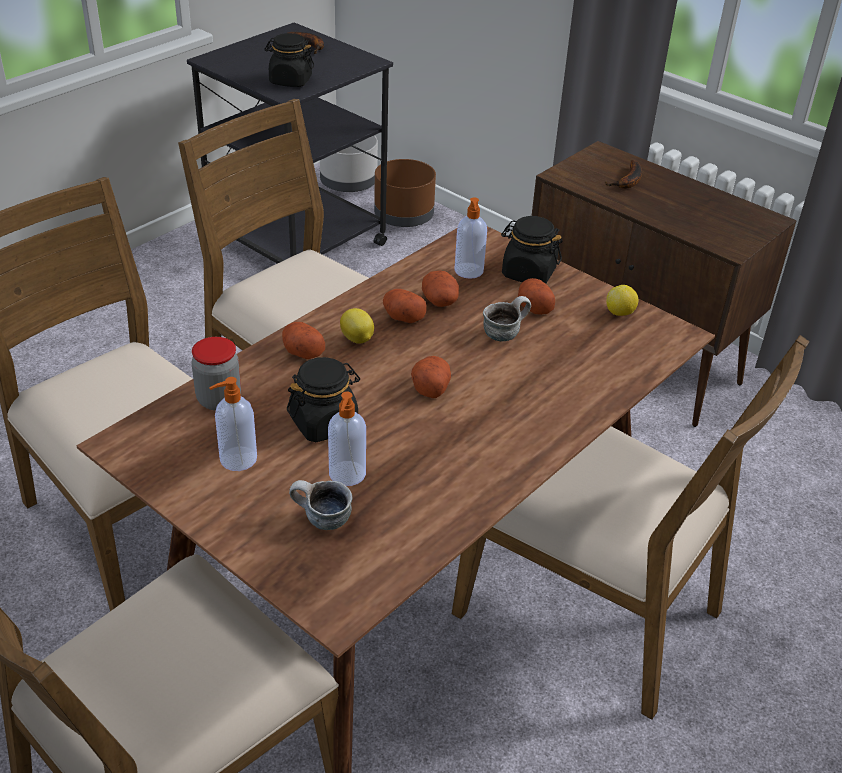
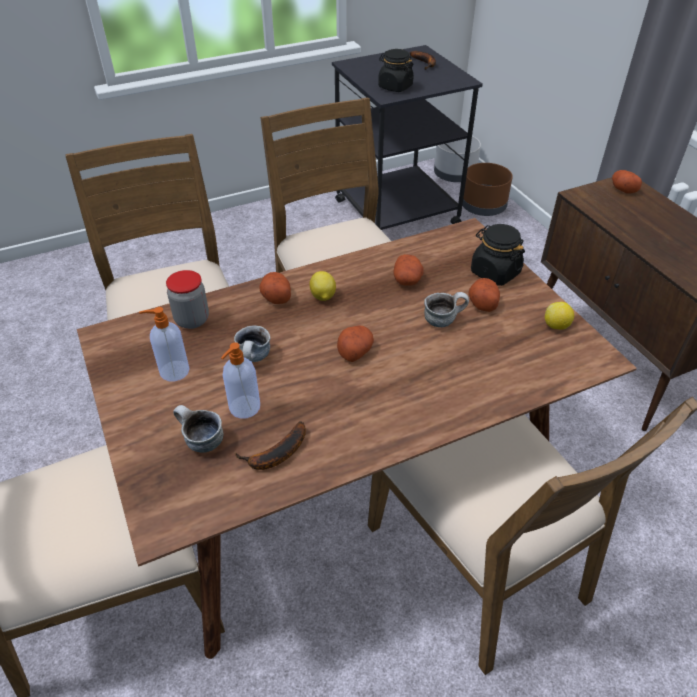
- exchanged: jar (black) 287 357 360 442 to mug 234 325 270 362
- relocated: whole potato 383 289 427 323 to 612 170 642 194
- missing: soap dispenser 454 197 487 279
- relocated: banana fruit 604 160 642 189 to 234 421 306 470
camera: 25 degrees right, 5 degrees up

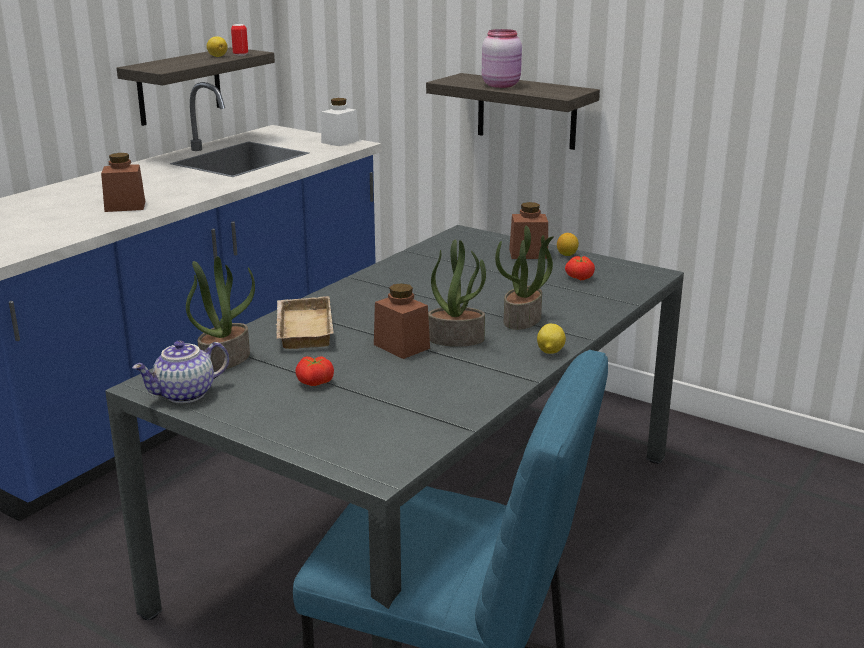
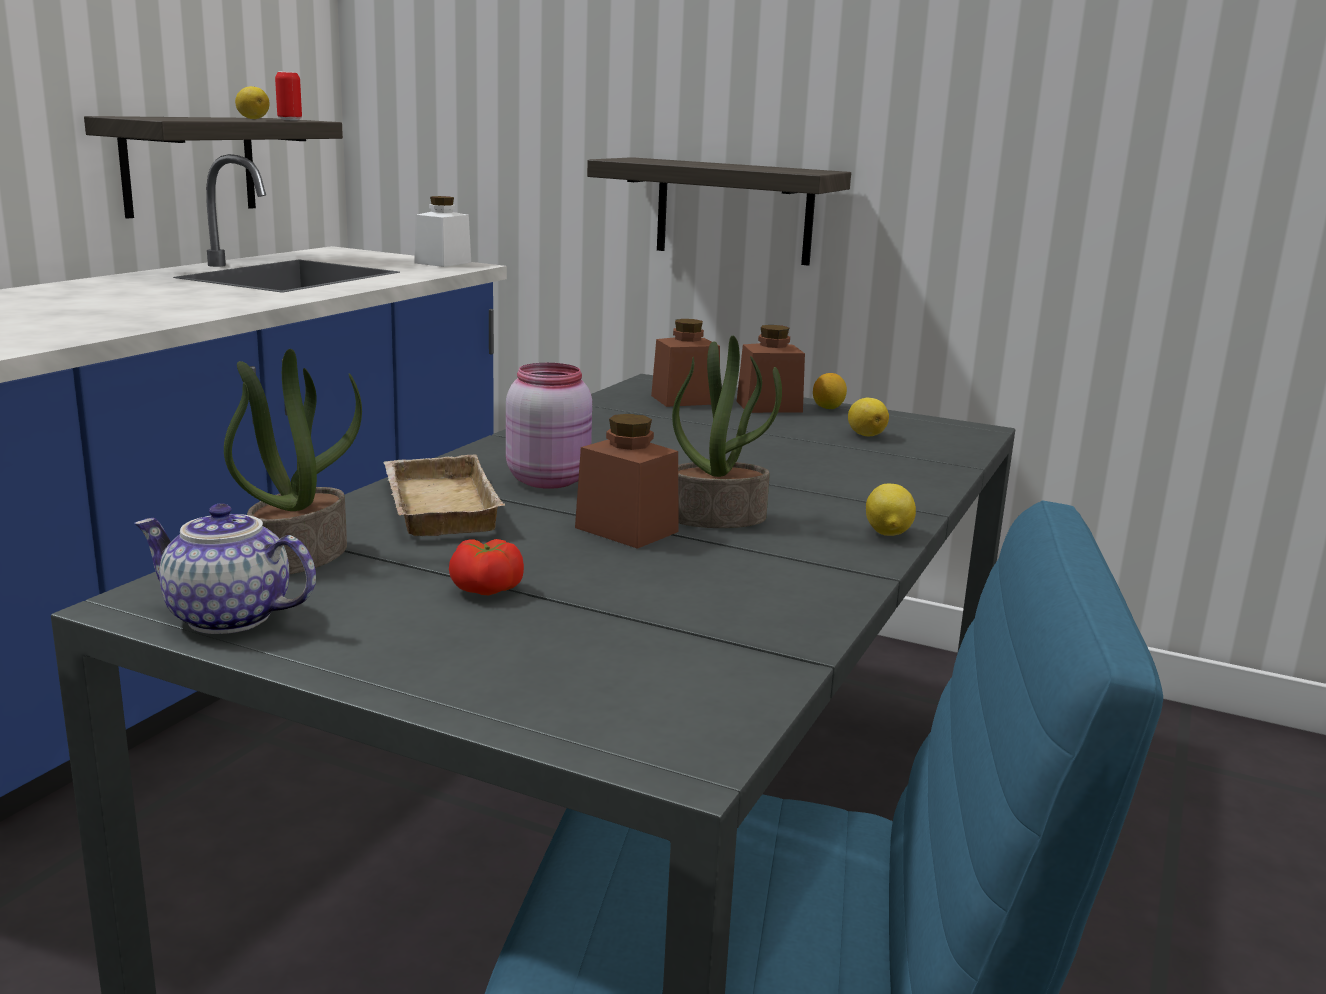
- relocated: jar (brownish) 101 153 145 212 to 651 319 720 407
- spun: teapot 132 341 229 403 = 134 503 316 634 60 degrees clockwise
- relocated: jar (pink) 482 29 522 88 to 506 363 592 489
- missing: plant in a pot 495 226 554 330
- exchanged: fresh tomato 565 256 595 280 to citrus fruit 848 398 889 436
camera: 10 degrees left, 5 degrees down

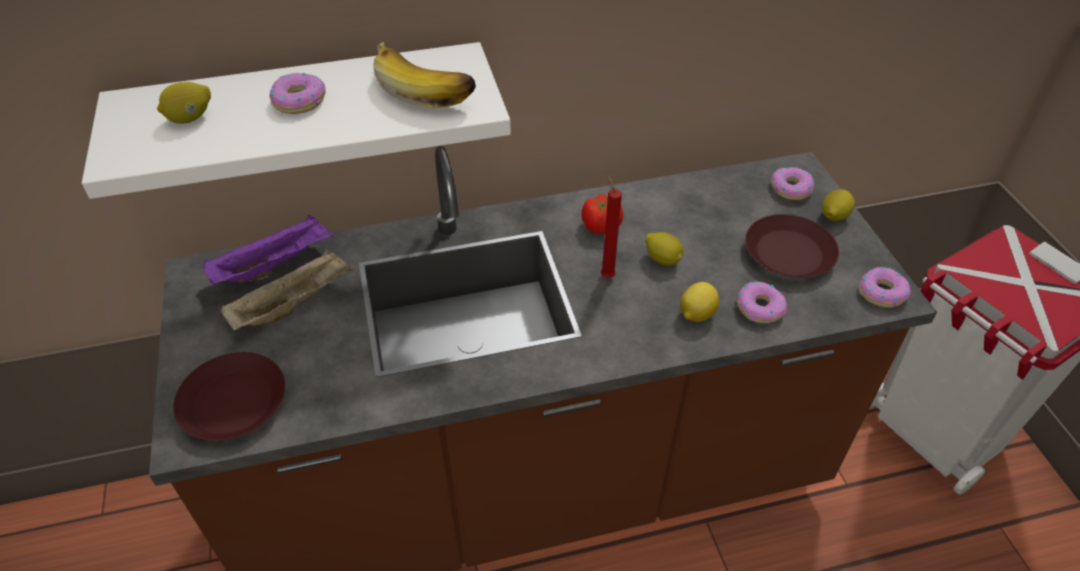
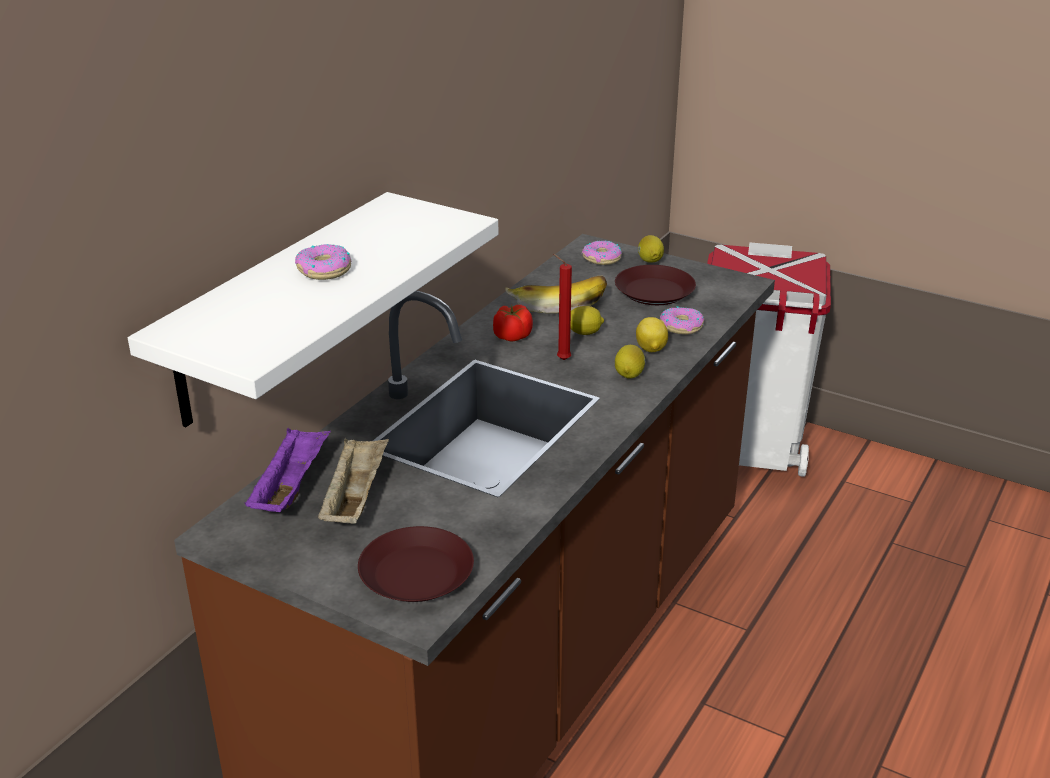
- relocated: citrus fruit 157 82 211 124 to 615 345 645 379
- relocated: banana fruit 373 42 476 108 to 505 276 607 313
- missing: doughnut 859 267 911 308
camera: 45 degrees left, 15 degrees down

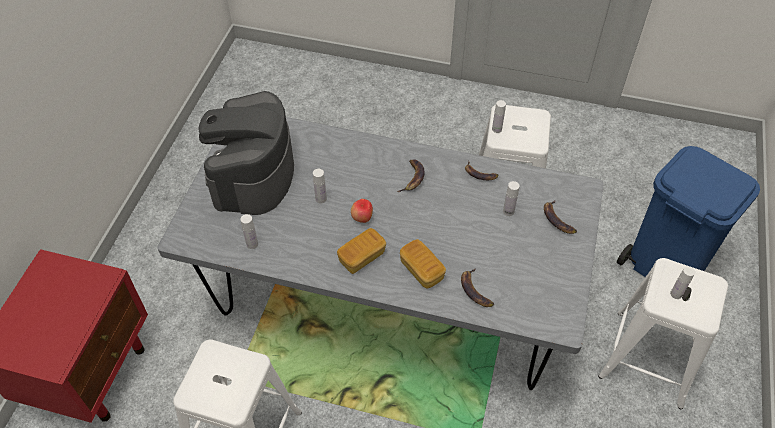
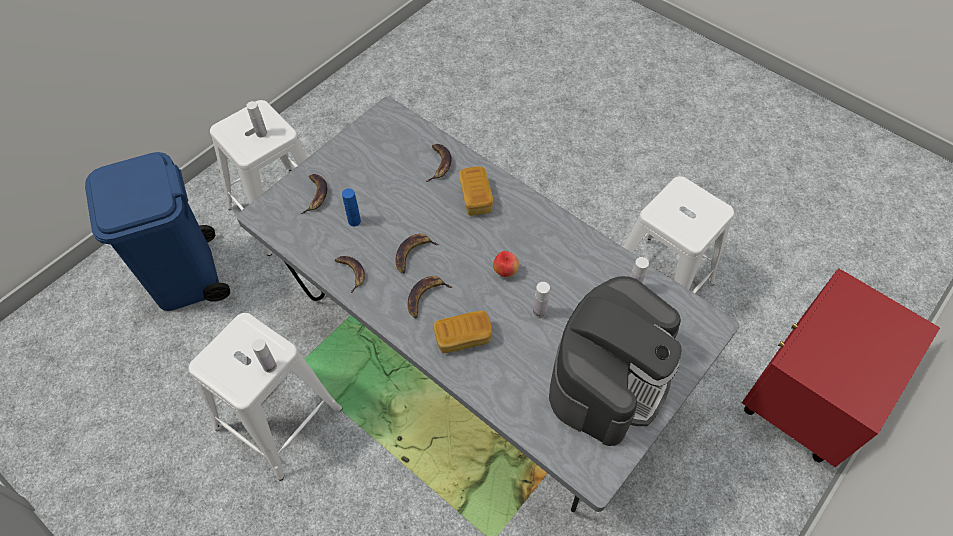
- relocated: bakery bread 337 228 386 274 to 434 311 492 353
- colour: bottle (whitish) 503 181 520 216 to bottle (blue-coloured) 342 188 361 226
- appeared: banana fruit 396 234 440 274
camera: 155 degrees left, 5 degrees up

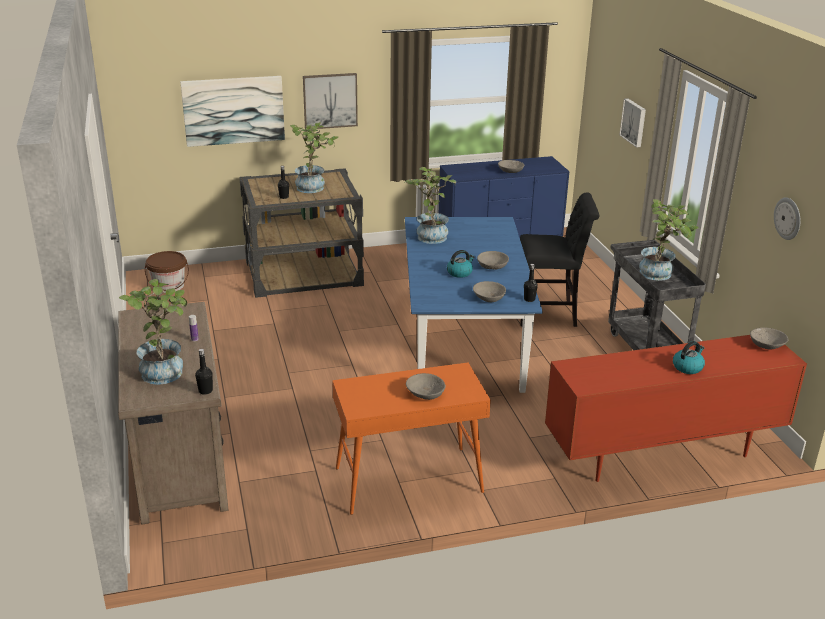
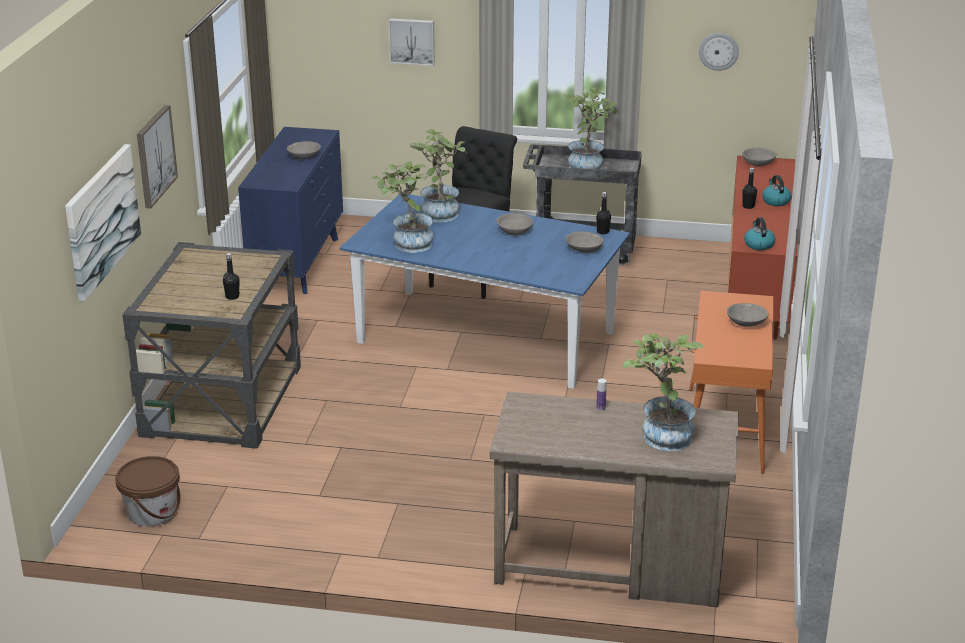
- relocated: bottle (black) 195 349 213 395 to 743 167 757 209
- relocated: plant in a pot 290 122 338 193 to 408 129 467 222
- relocated: kettle 447 250 474 278 to 744 217 775 250
camera: 65 degrees left, 0 degrees up

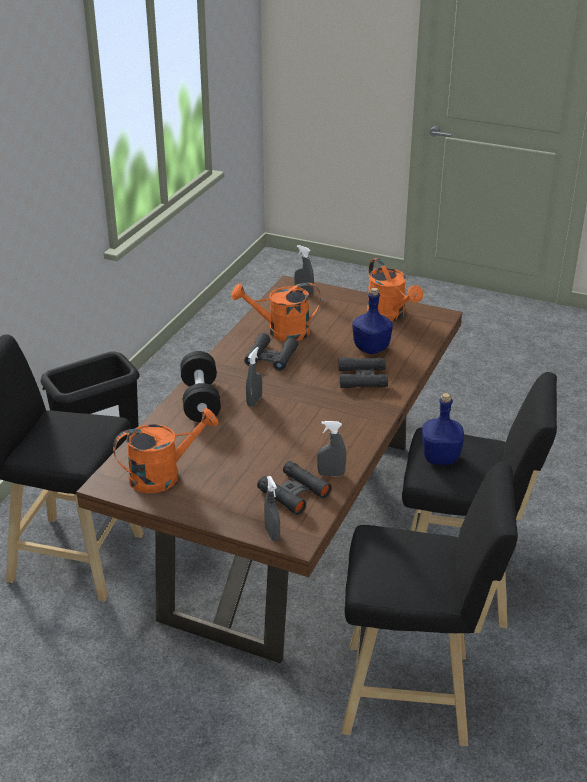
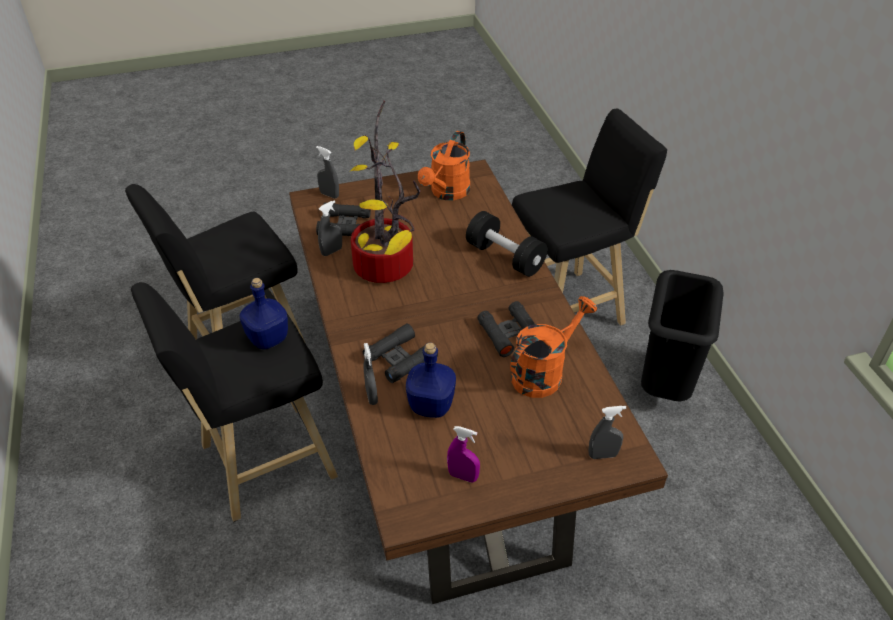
- relocated: spray bottle (grey) 246 347 262 407 to 363 343 378 405
- exchanged: watering can (orange-coloured) 367 258 423 322 to spray bottle (purple-coloured) 447 426 480 483
- appeared: plant in a pot 350 101 421 283
camera: 140 degrees right, 10 degrees up

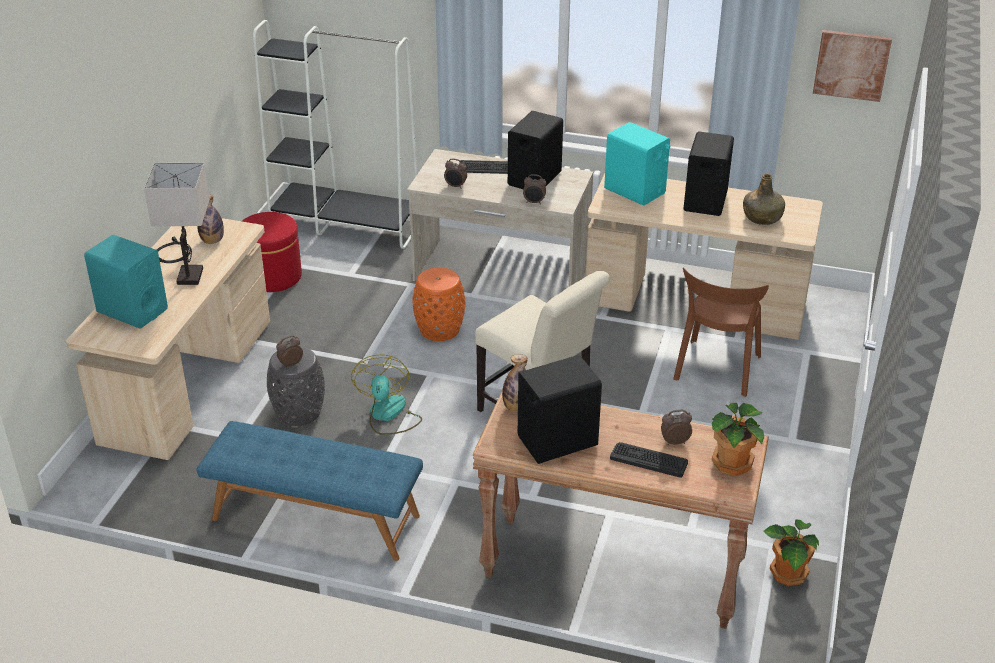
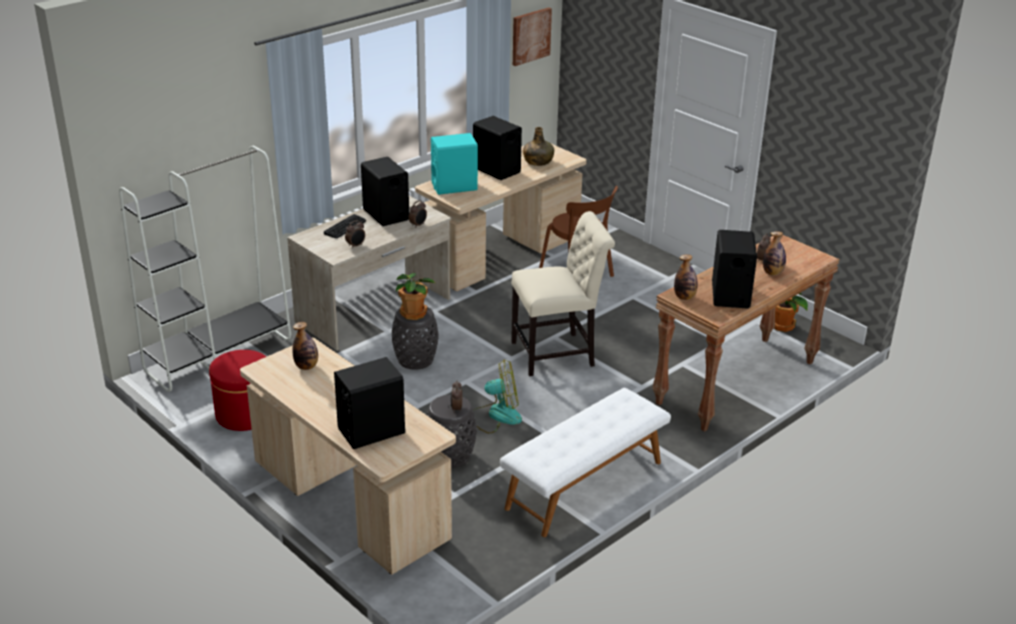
- colour: audio speaker (turquoise) 84 235 168 329 to audio speaker (black) 334 357 405 449
- missing: tabletop lamp 144 163 210 285
- colour: long seat (blue-coloured) 197 421 423 561 to long seat (whitish) 500 388 671 537
- spun: fan 351 355 422 435 = 474 360 522 434 150 degrees clockwise
- colour: sitting stool (orange-coloured) 412 267 465 341 to sitting stool (grey) 392 307 438 370
- exchanged: computer keyboard 610 442 688 478 to bottle 763 231 786 275
- relocated: plant in a pot 712 403 764 476 to 396 273 436 320
camera: 60 degrees left, 5 degrees down

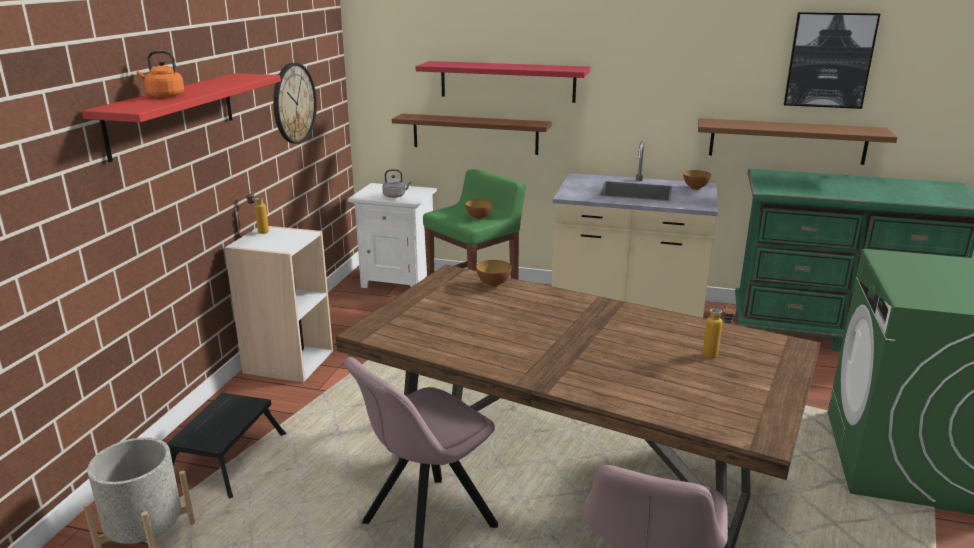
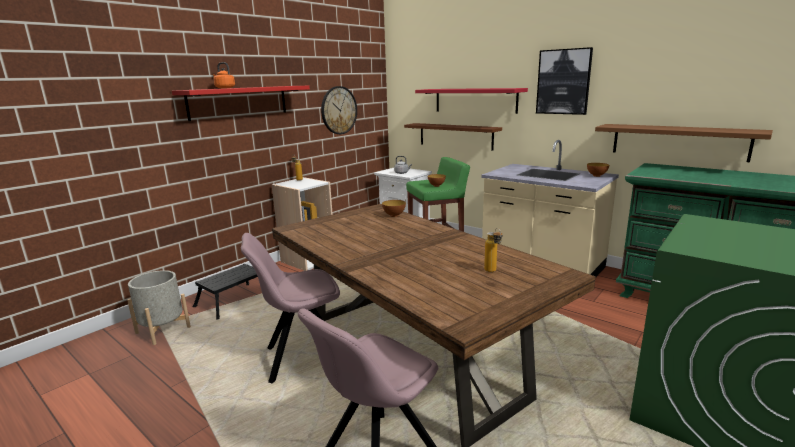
- relocated: picture 784 12 880 109 to 536 47 593 115
camera: 25 degrees right, 5 degrees down

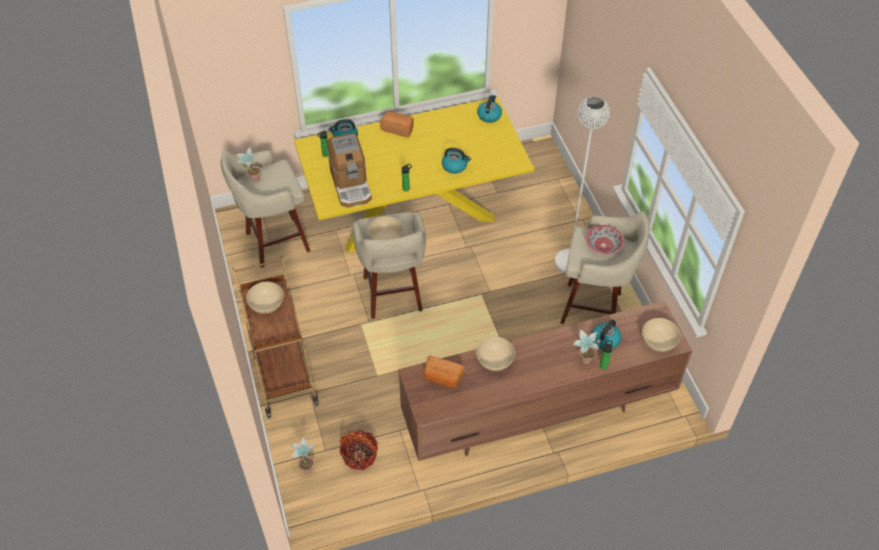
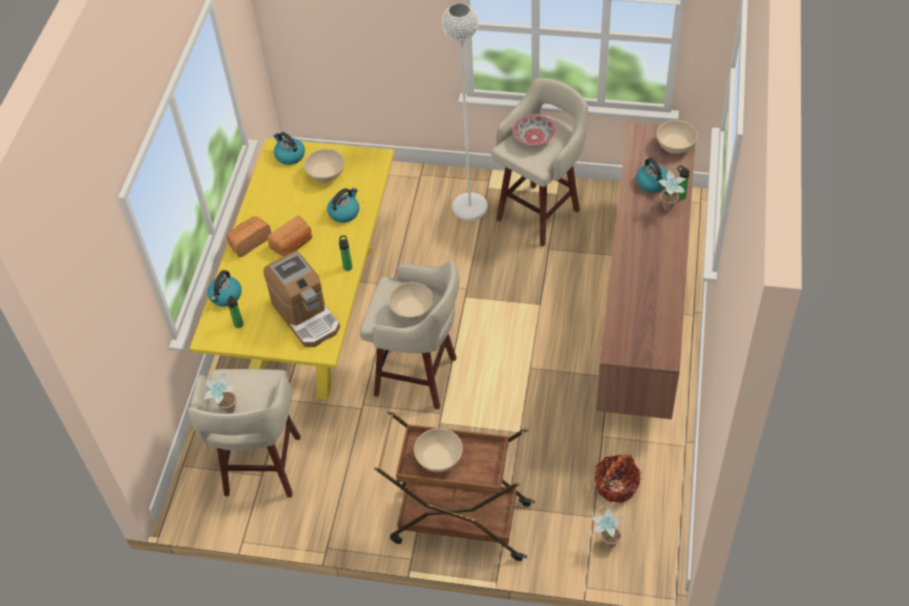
- spun: coffee maker 327 133 372 208 = 264 250 340 347 45 degrees clockwise
- relocated: bakery bread 424 355 465 388 to 267 216 312 256
- relocated: bowl (beige-coloured) 476 337 515 371 to 304 149 344 182
camera: 60 degrees left, 0 degrees up

